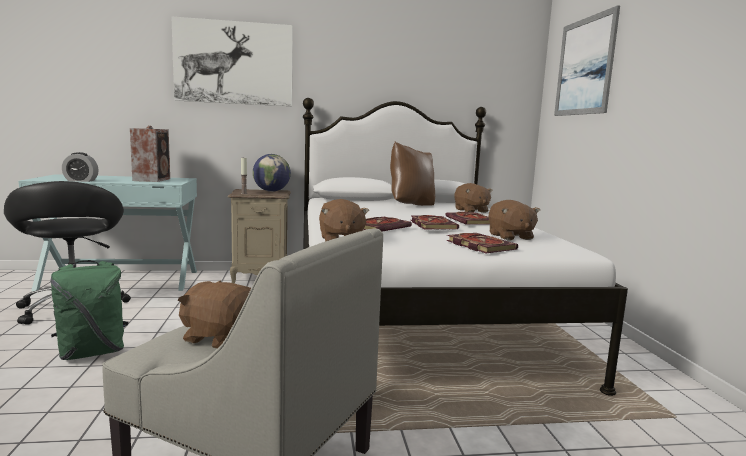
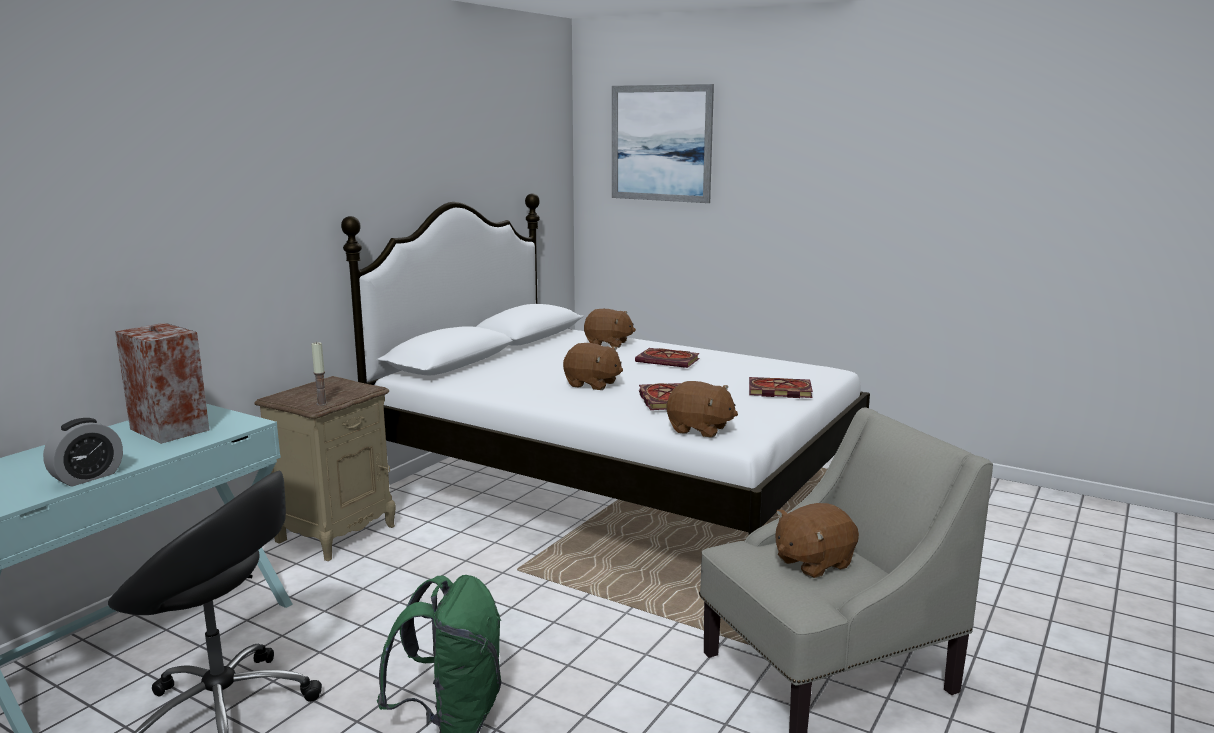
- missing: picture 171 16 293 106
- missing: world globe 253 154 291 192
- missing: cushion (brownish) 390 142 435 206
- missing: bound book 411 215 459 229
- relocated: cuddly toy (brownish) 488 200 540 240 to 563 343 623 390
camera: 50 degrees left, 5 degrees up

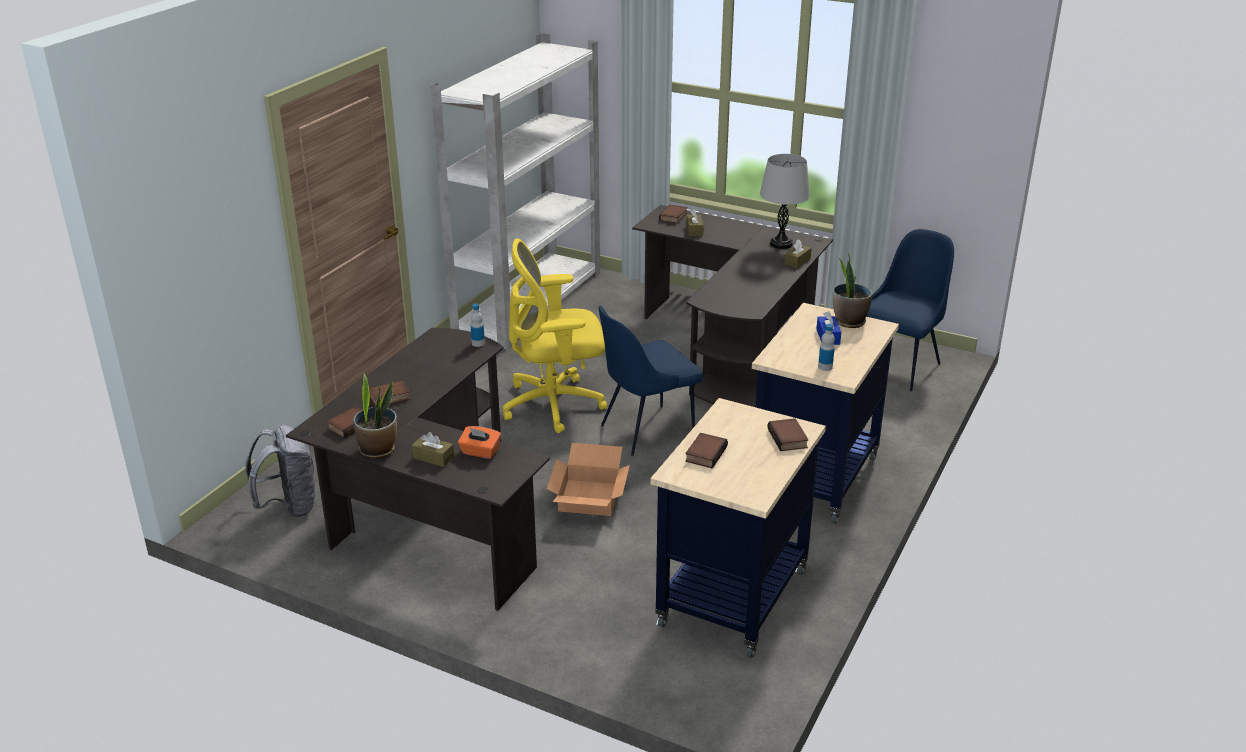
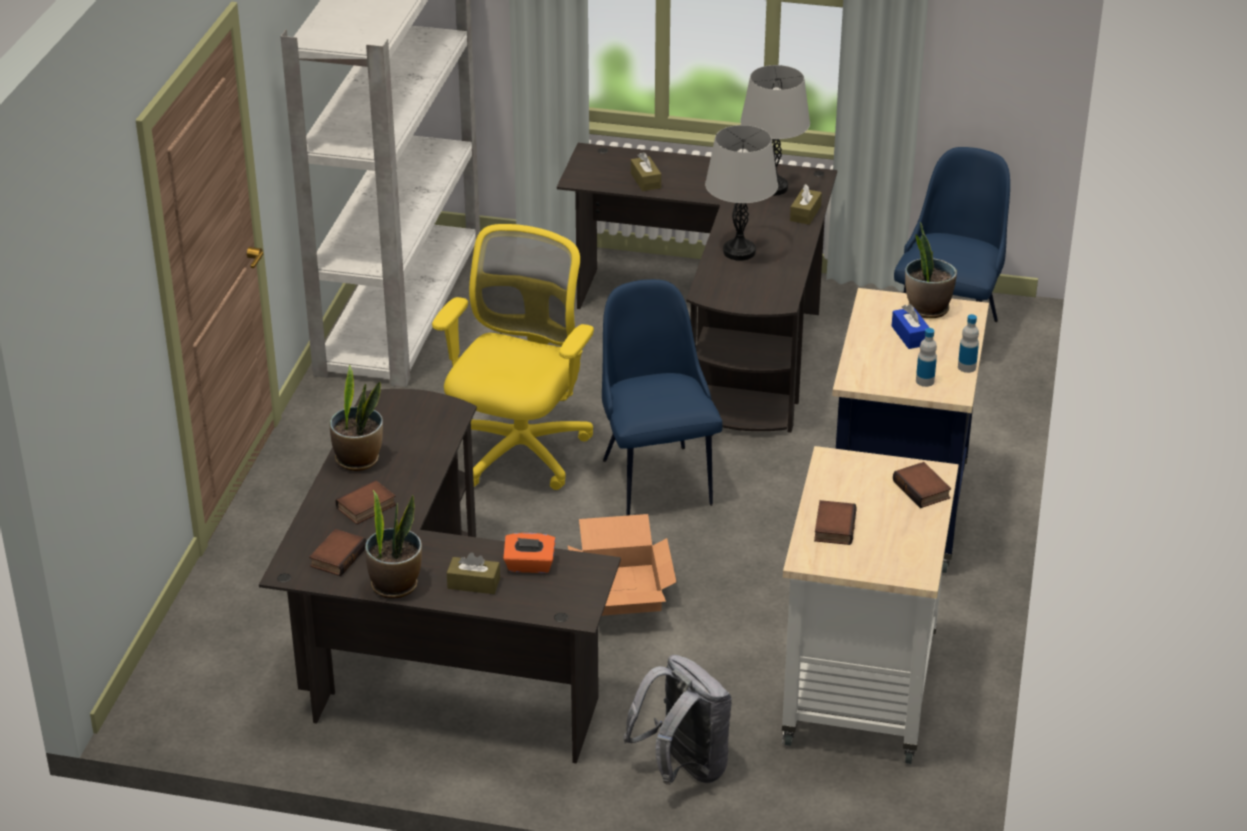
- relocated: backpack (grey) 245 425 316 518 to 623 655 732 785
- relocated: bottle 470 304 485 347 to 958 314 979 373
- spun: office chair (yellow) 503 238 607 433 = 432 224 594 490 135 degrees clockwise
- spun: plain chair (blue-coloured) 599 305 703 456 = 602 279 723 516 120 degrees clockwise
- colour: cart (blue-coloured) 650 398 826 658 to cart (whitish) 782 446 959 764
- missing: bound book 659 204 687 224
- appeared: plant in a pot 330 365 383 471
- appeared: tabletop lamp (grey) 705 125 778 261
camera: 15 degrees left, 5 degrees up

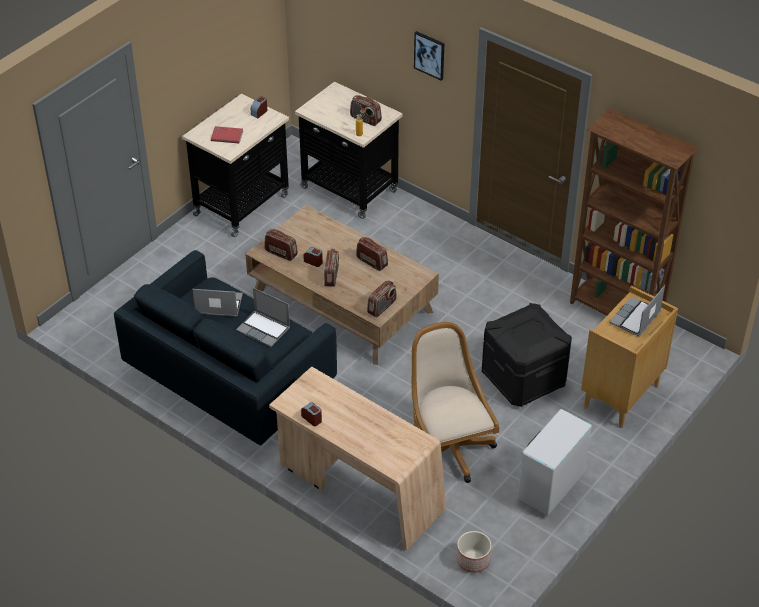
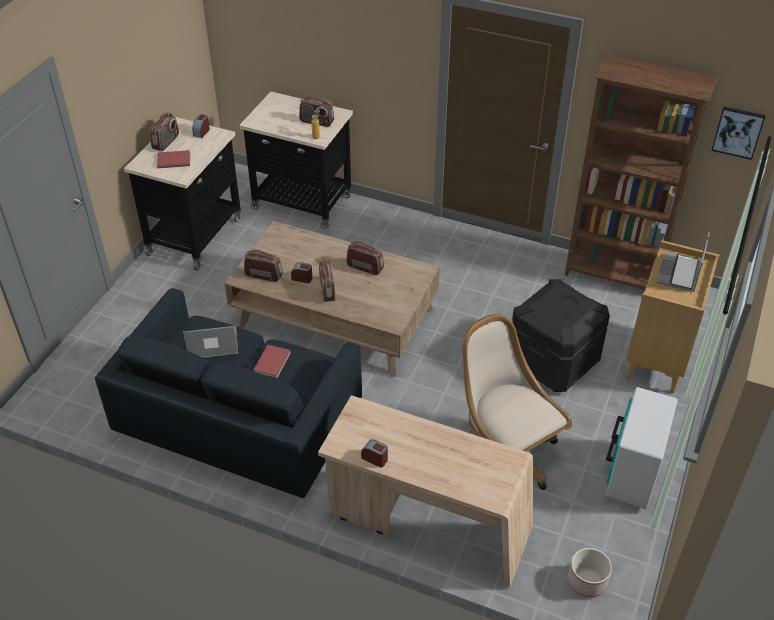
- exchanged: laptop 236 288 290 347 to bound book (red) 253 345 291 378
- relocated: radio set 367 280 397 317 to 150 113 179 151
- relocated: picture 414 31 444 80 to 711 107 766 160
camera: 15 degrees left, 0 degrees up

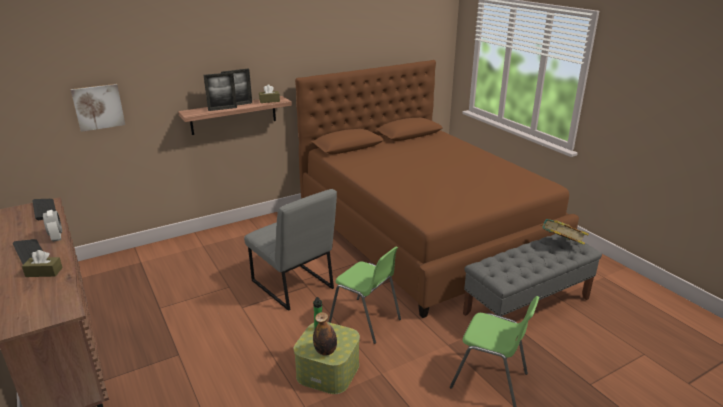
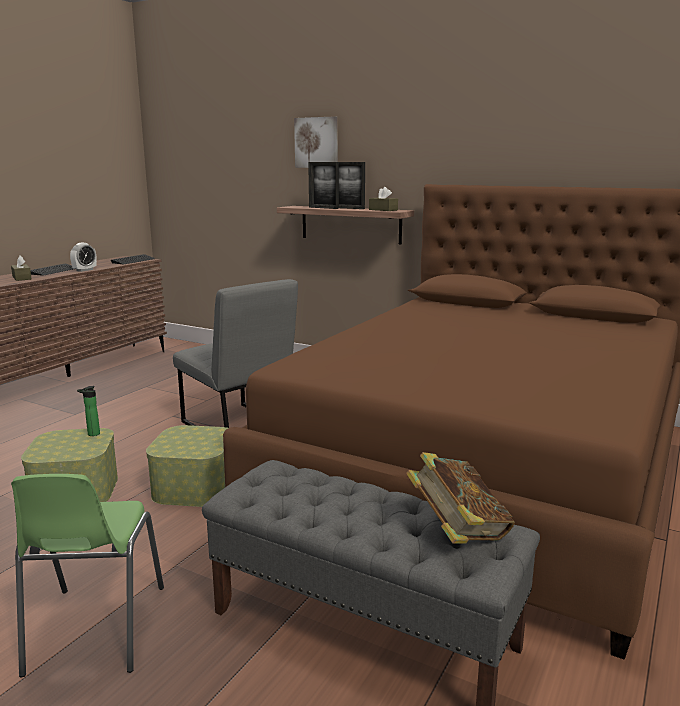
- relocated: picture 70 84 125 132 to 294 116 338 168
- spun: plain chair (grey) 244 189 337 311 = 173 279 298 428 60 degrees counterclockwise
- missing: bottle 313 312 337 356
- exchanged: plain chair (greenish) 328 246 401 344 to storage box 146 425 228 507
camera: 60 degrees right, 10 degrees down

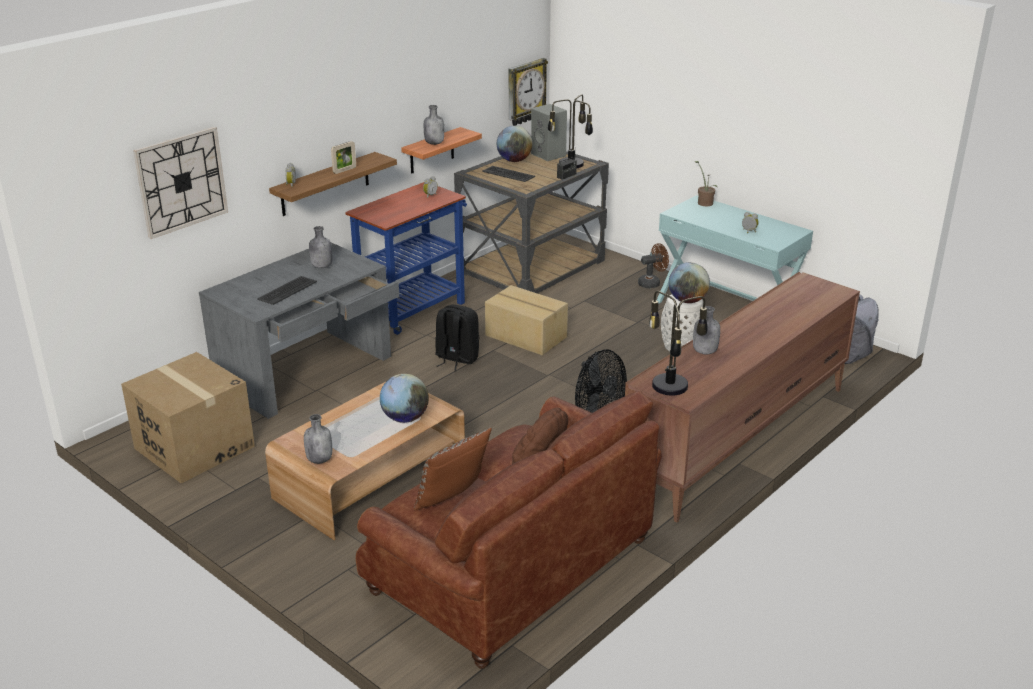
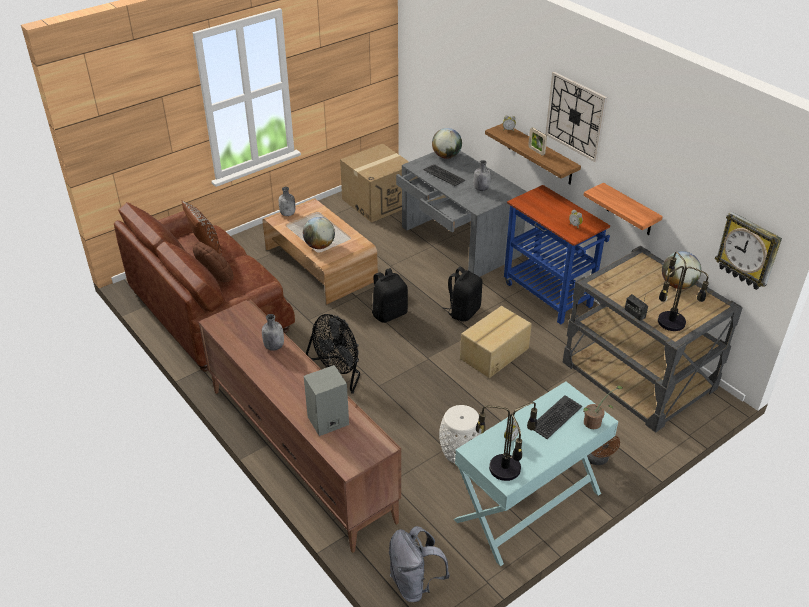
- relocated: wall clock 133 127 228 239 to 545 72 607 162
- missing: bottle (grey) 424 105 444 145
- relocated: computer keyboard 482 166 535 182 to 534 395 582 439
- relocated: audio speaker (grey) 531 104 567 161 to 304 365 349 436
- relocated: tabletop lamp 649 291 708 396 to 476 402 537 481
- relocated: world globe 669 262 710 303 to 432 128 462 159
- appeared: backpack (black) 372 268 408 323
camera: 100 degrees right, 10 degrees up

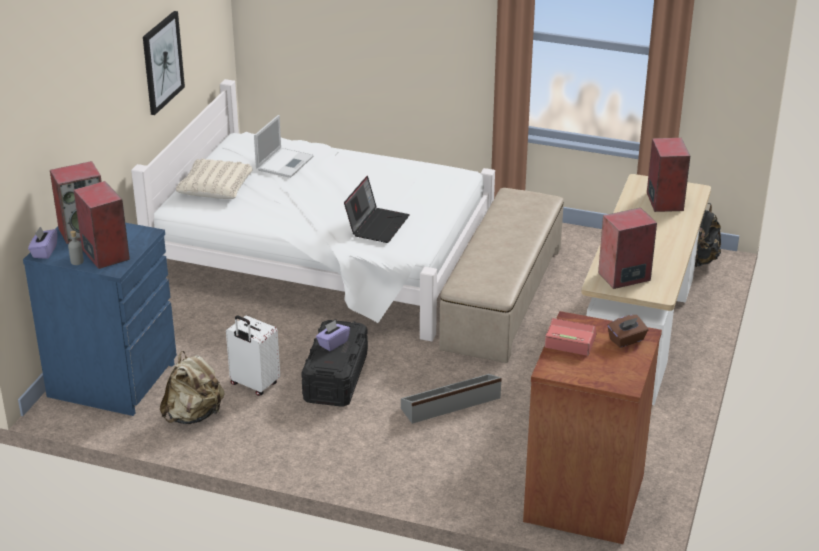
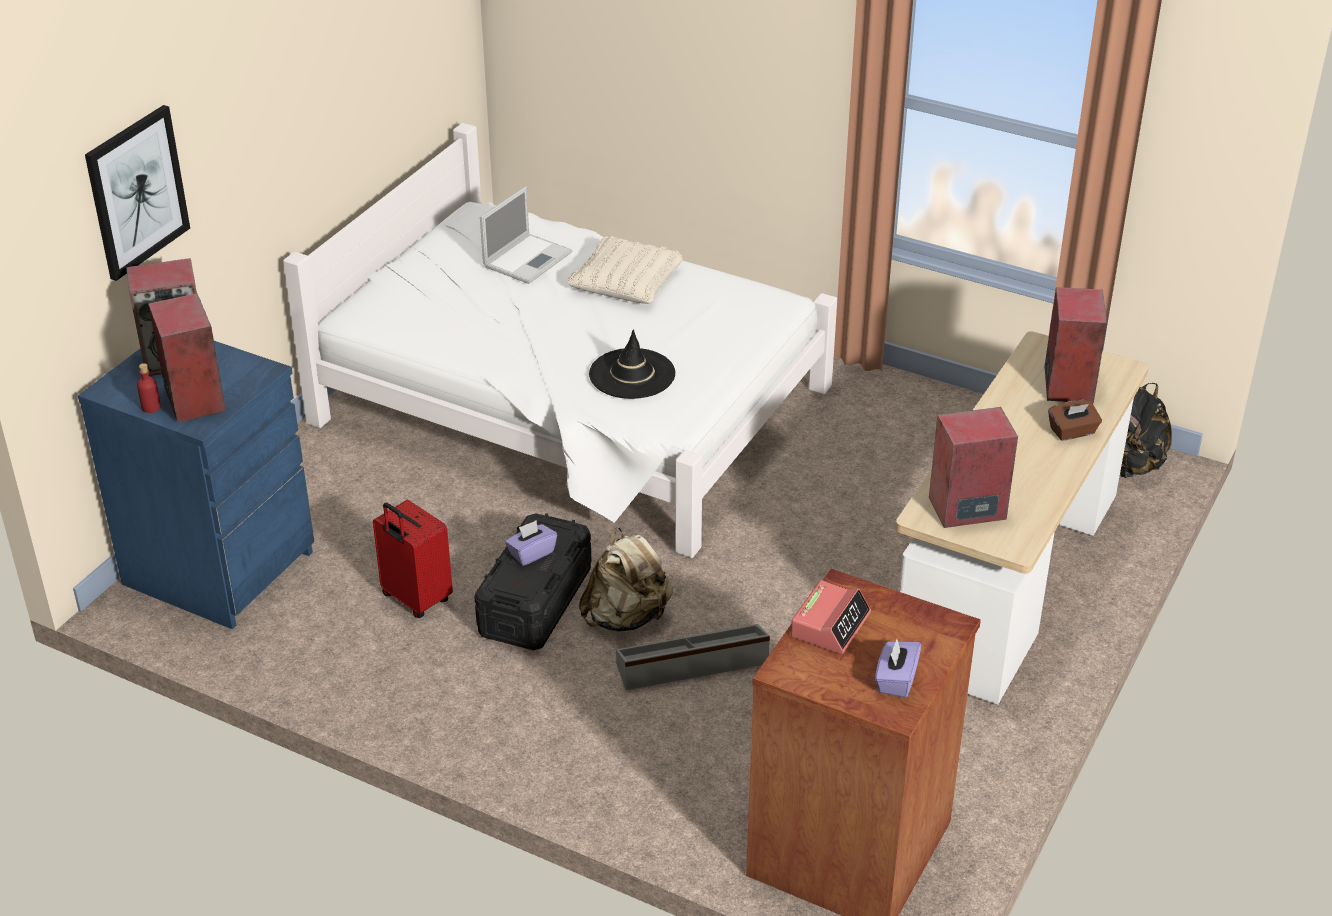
- relocated: tissue holder (purple-coloured) 28 226 57 259 to 875 639 921 698
- colour: bottle (grey) 68 231 84 265 to bottle (red) 137 363 161 413
- relocated: picture 143 11 185 115 to 85 105 190 281
- relocated: backpack (beige-coloured) 160 351 225 424 to 579 527 673 631
- relocated: cushion (beige-coloured) 176 158 253 199 to 568 236 683 304
- colour: travel case (whitish) 226 315 280 396 to travel case (red) 373 500 453 618
- exchanged: laptop 344 176 410 243 to wearable hat (black) 589 330 675 399
- missing: long seat (beige-coloured) 439 188 564 363
- spun: bedside clock 545 318 596 356 = 791 580 871 654 90 degrees clockwise
- relocated: tissue holder (brownish) 607 315 648 348 to 1048 399 1102 441
camera: 10 degrees right, 5 degrees up

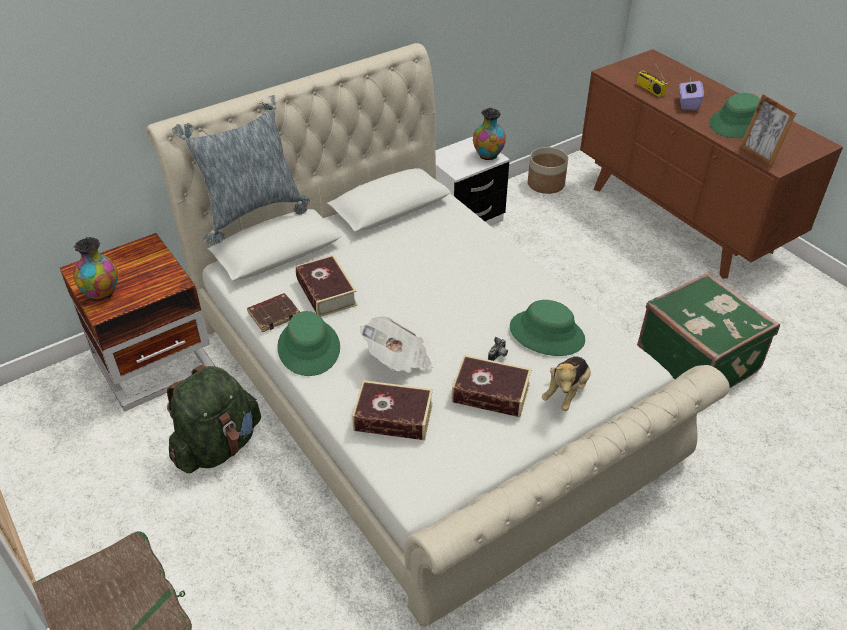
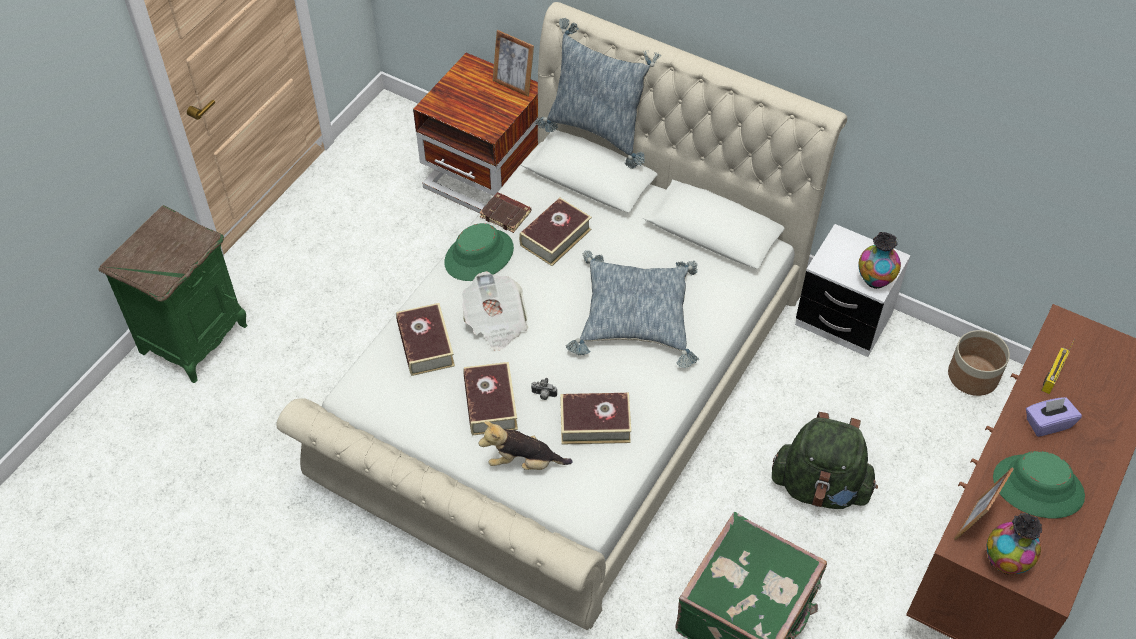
- relocated: flower vase 73 237 118 302 to 987 513 1042 575
- relocated: backpack (greenish) 167 365 261 473 to 772 412 878 509
- exchanged: wearable hat (greenish) 510 300 585 356 to bound book 561 393 631 445
- appeared: standing frame 493 30 534 97
- appeared: cushion 566 251 699 368
camera: 65 degrees right, 10 degrees up

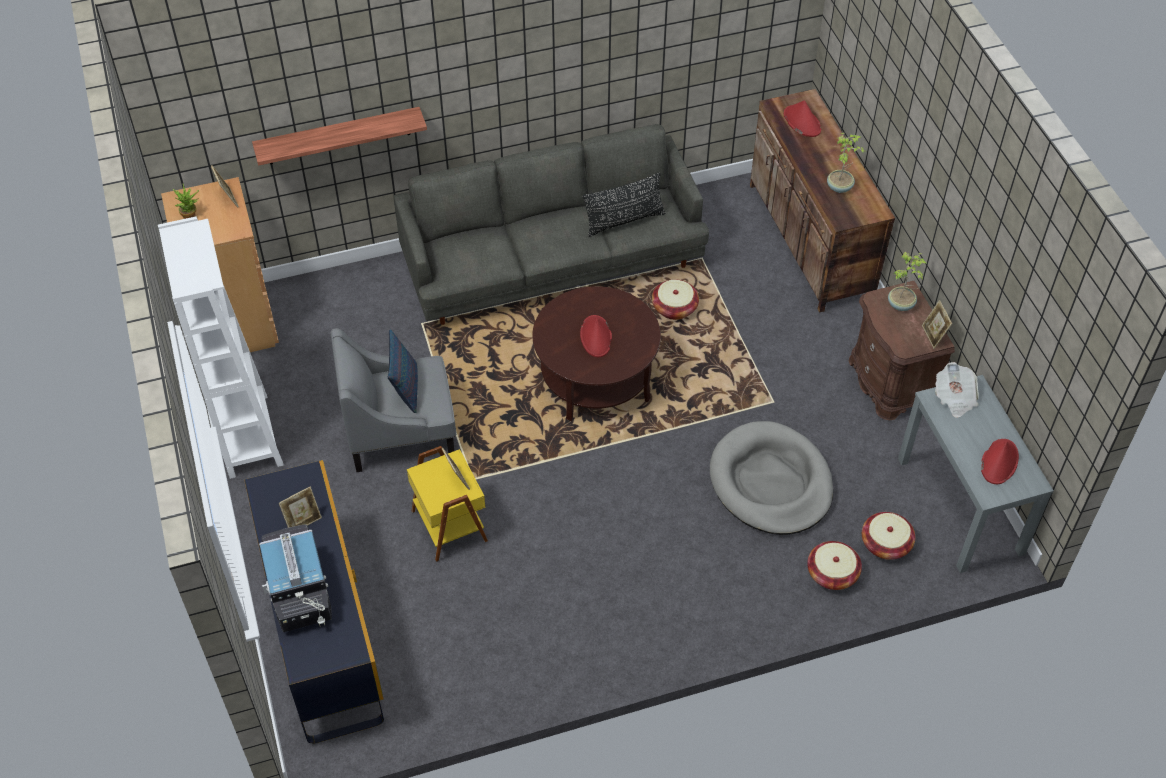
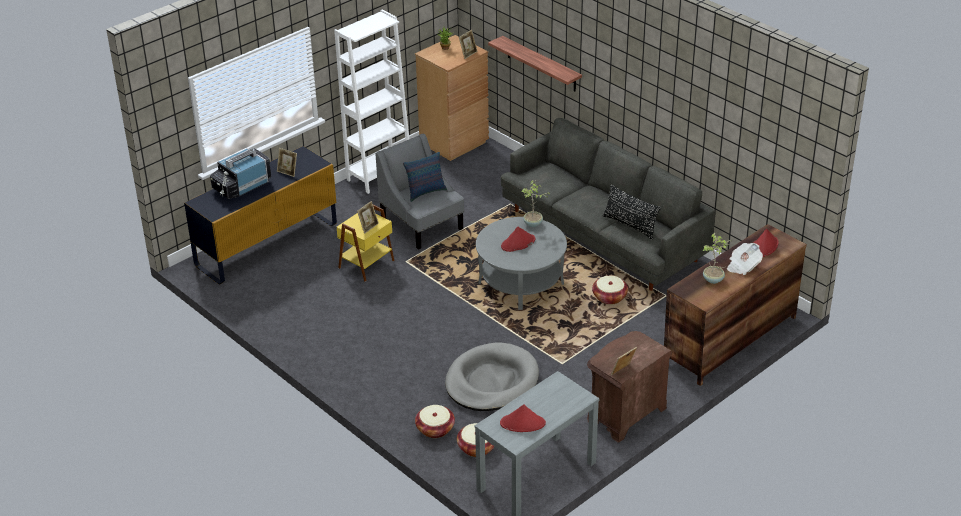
- colour: coffee table (brownish) 532 286 661 421 to coffee table (grey) 476 217 567 310
- relocated: plant in a pot 888 252 927 311 to 522 180 550 227
- relocated: newspaper 935 362 979 418 to 727 243 763 275
camera: 65 degrees right, 15 degrees down

